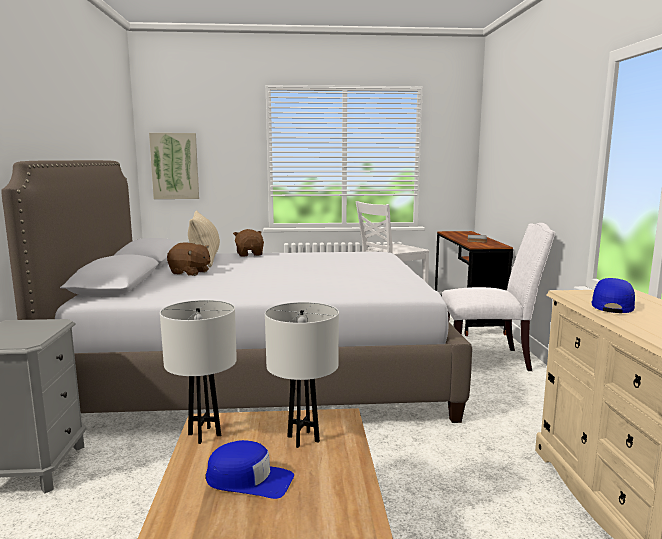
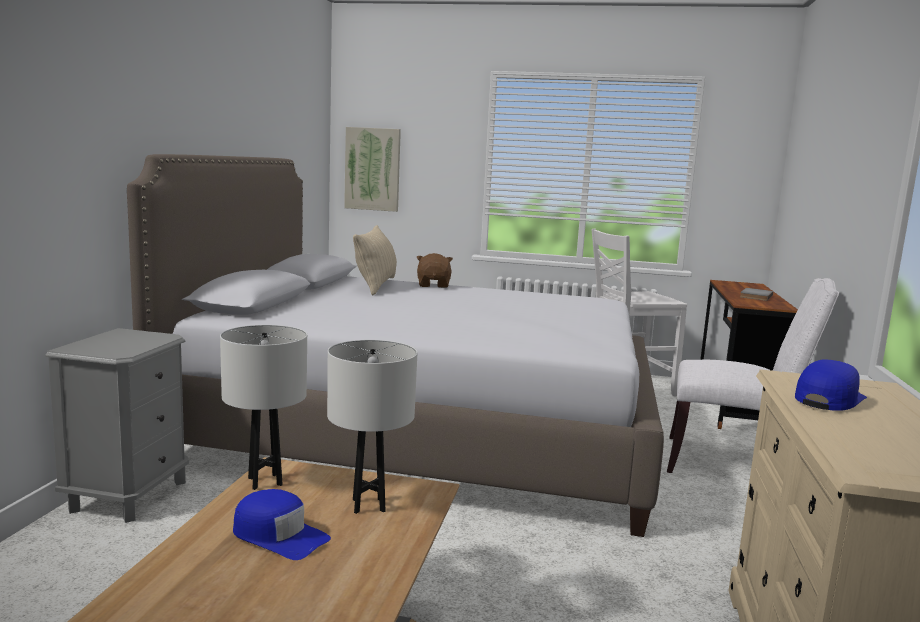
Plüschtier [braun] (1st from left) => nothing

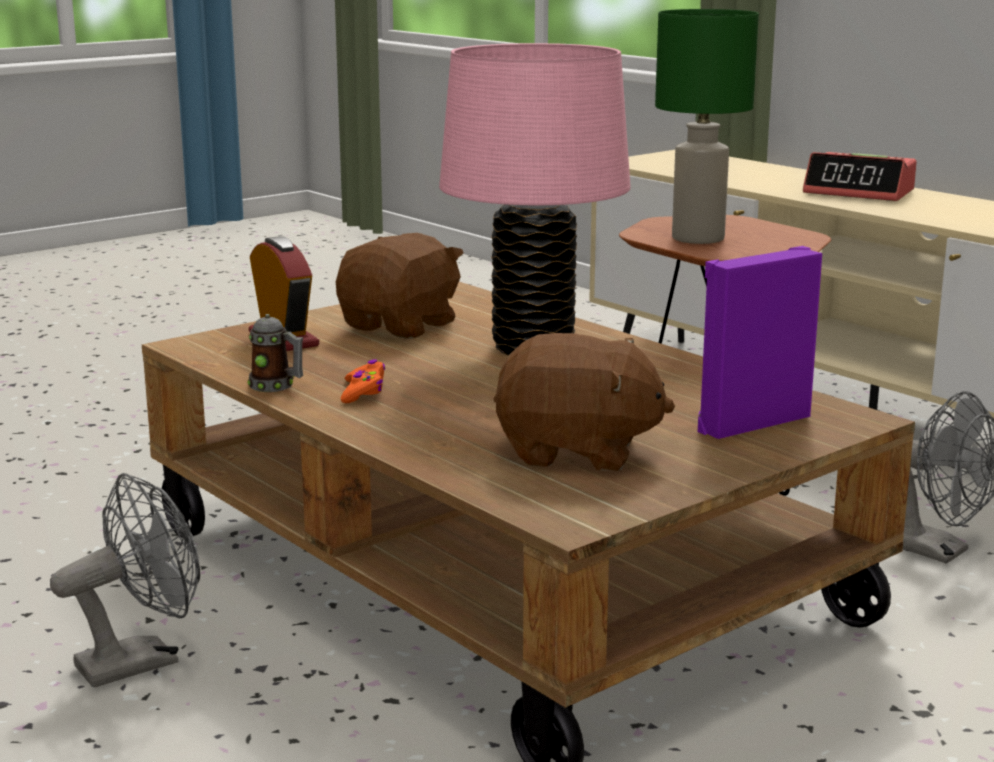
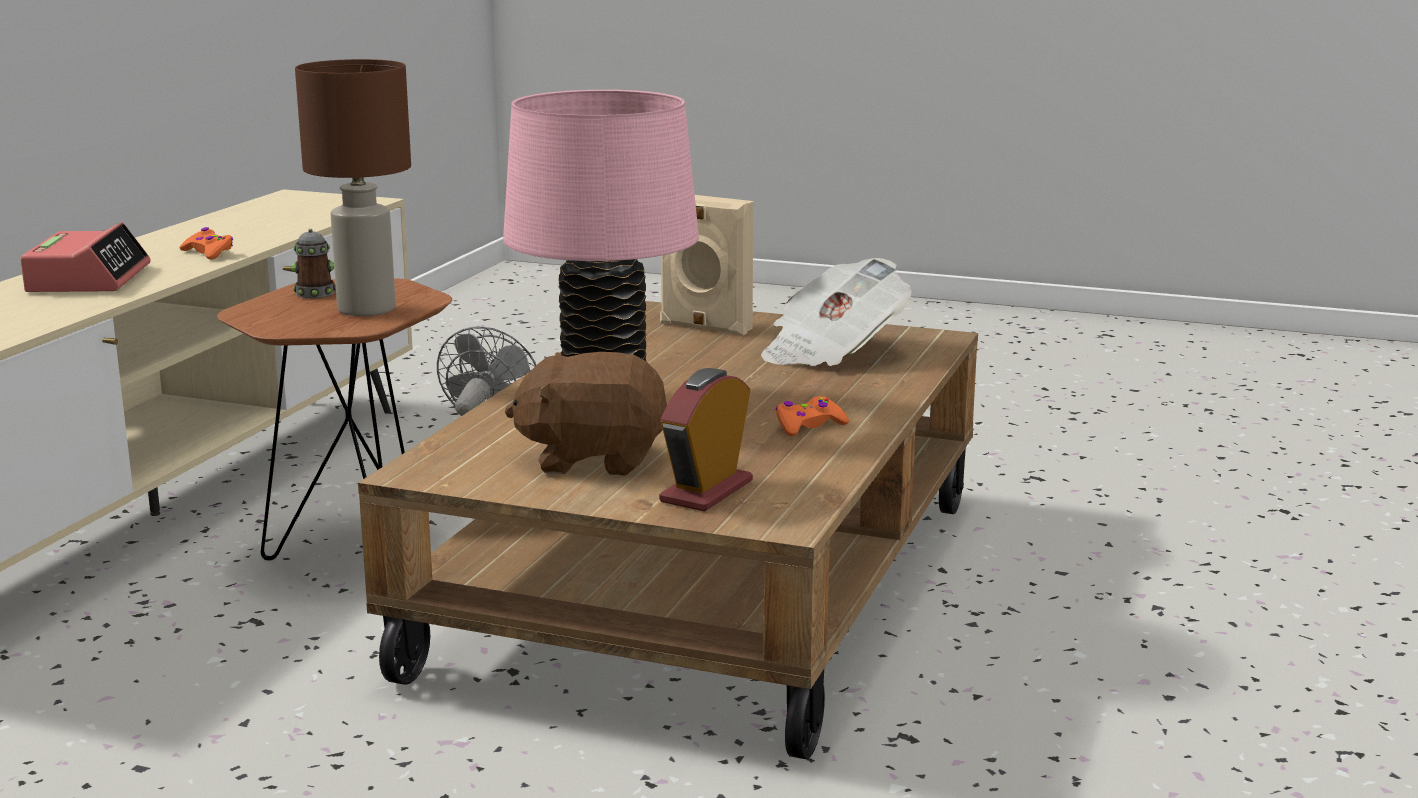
nothing => Gamepad [orange] (1st from left)
Henkelbecher, move
Tischlampe [grün] => Tischlampe [braun]
Lautsprecher [lila] => Lautsprecher [beige]
Plüschtier [braun] (2nd from left) => Zeitung
Ventilator [grau] (1st from left) => nothing

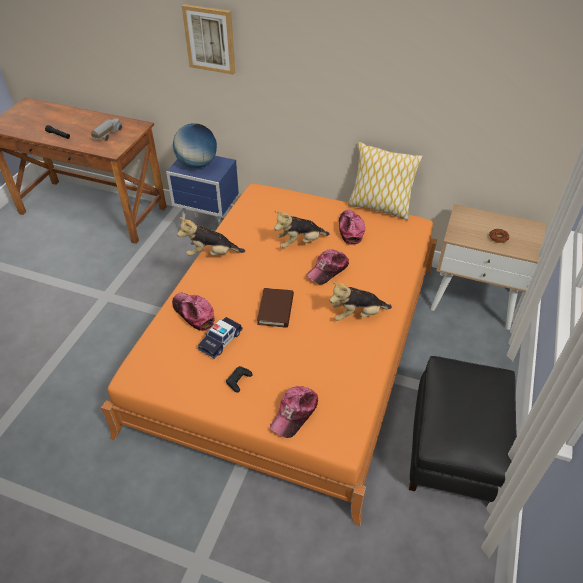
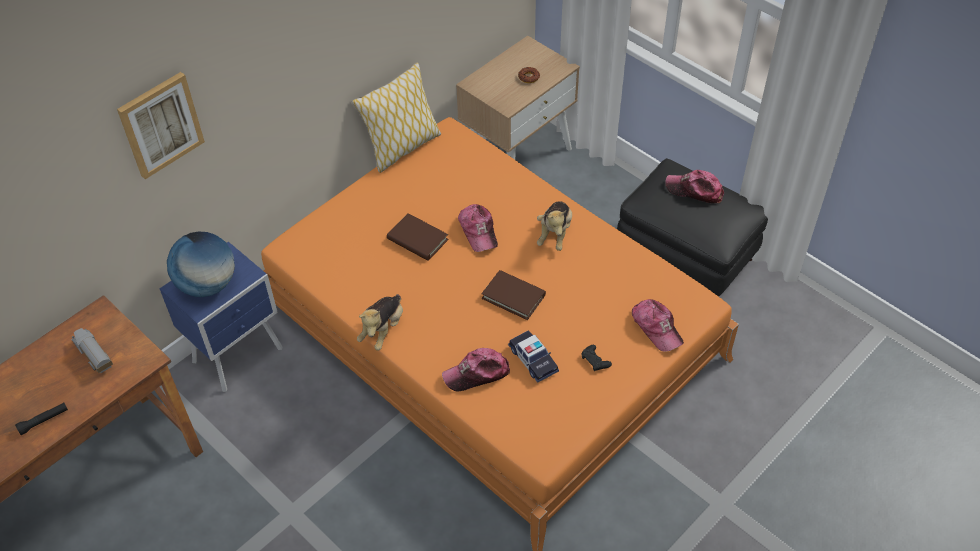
Plüschtier (2nd from left) => Buch [braun] (1st from left)
Kappe (4th from left), move

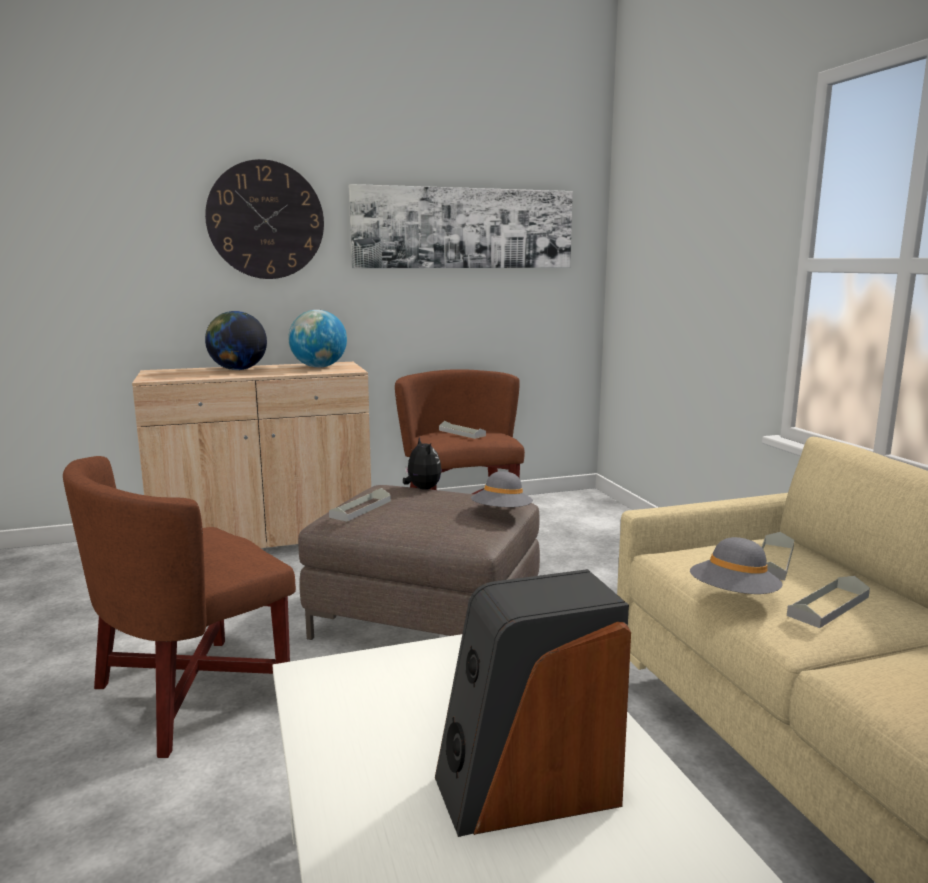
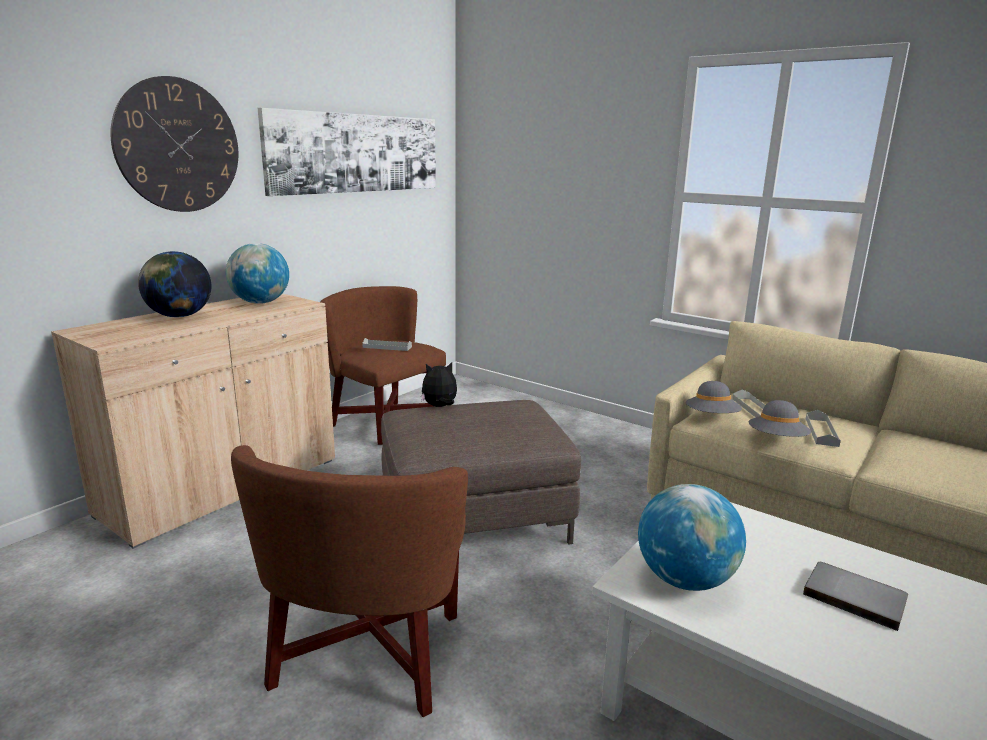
Plüschtier, 45 degrees counterclockwise
nothing => Globus (3rd from left)
Hut [grau] (1st from left), move
Lautsprecher => Buch [grau]
Tablett [grau] (1st from left) => nothing

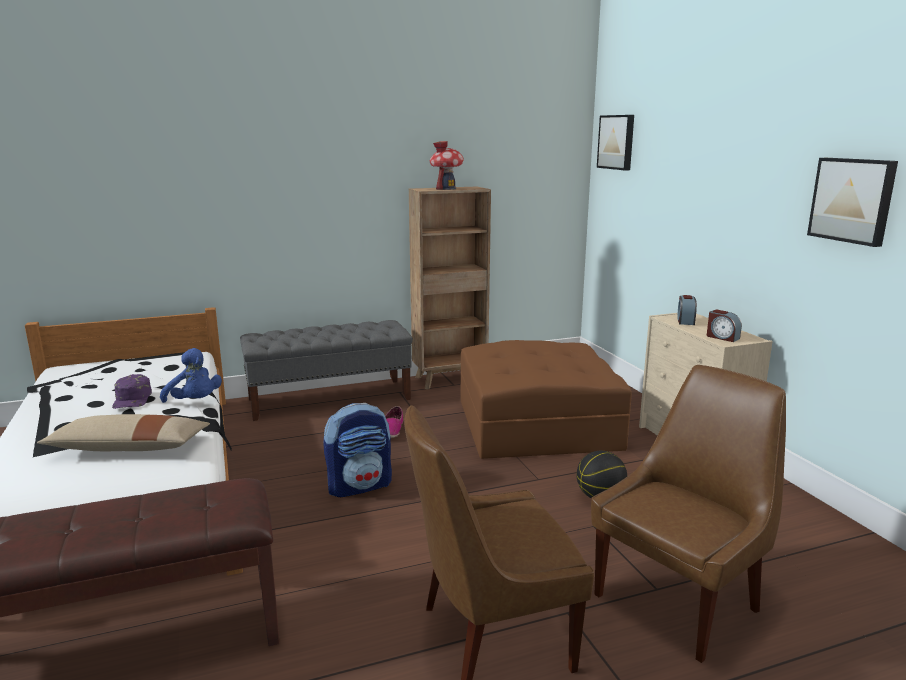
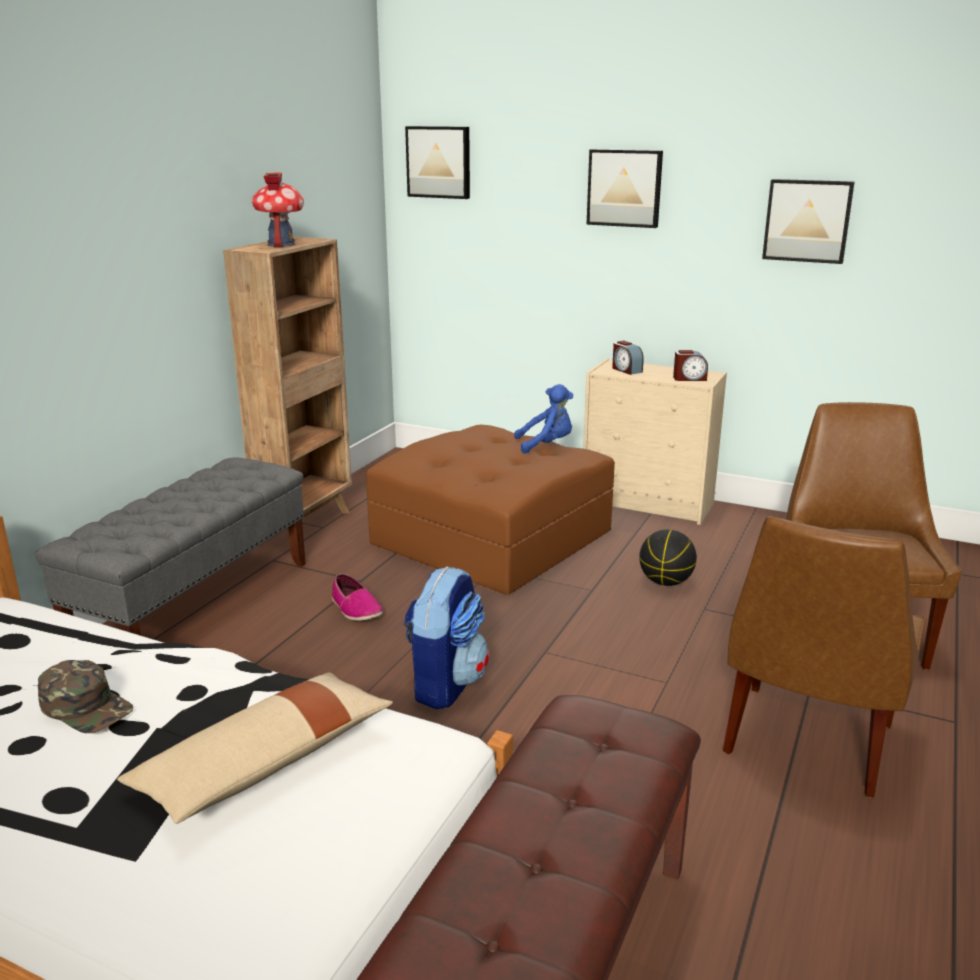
Kappe [lila] => Kappe [grün]
Plüschtier [blau], move
nothing => Bild (2nd from left)

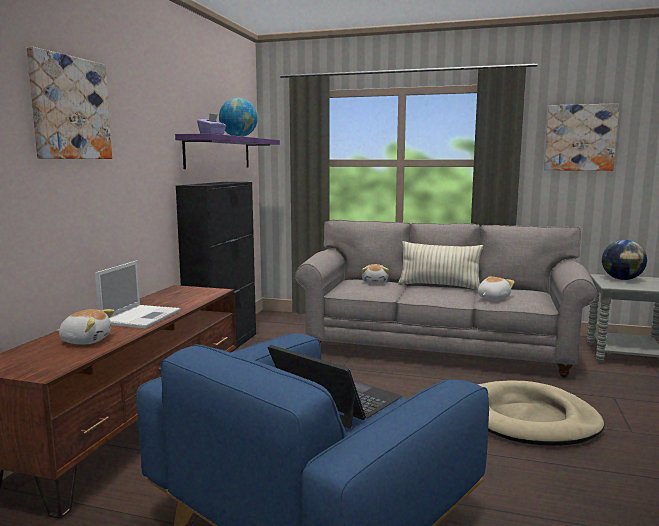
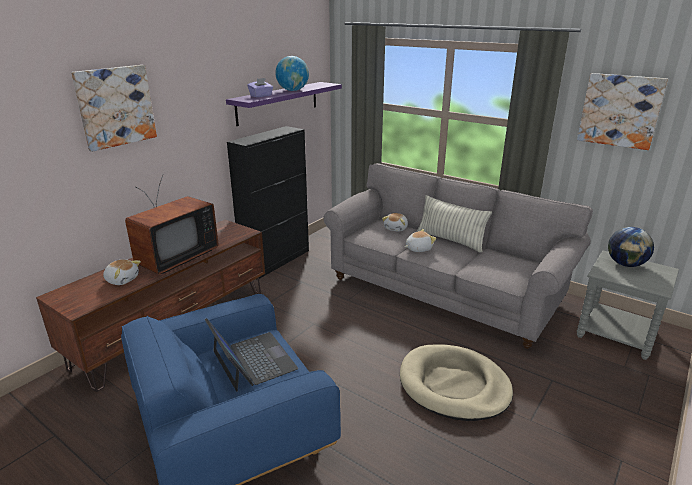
Laptop (1st from left) => Fernseher
Plüschtier (3rd from left), move

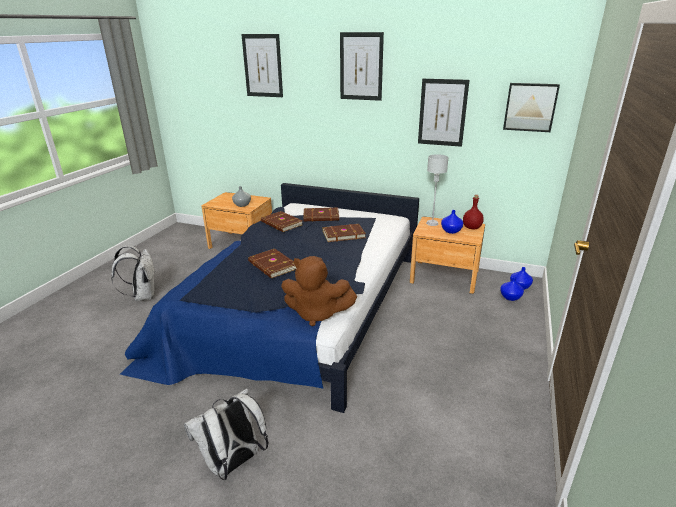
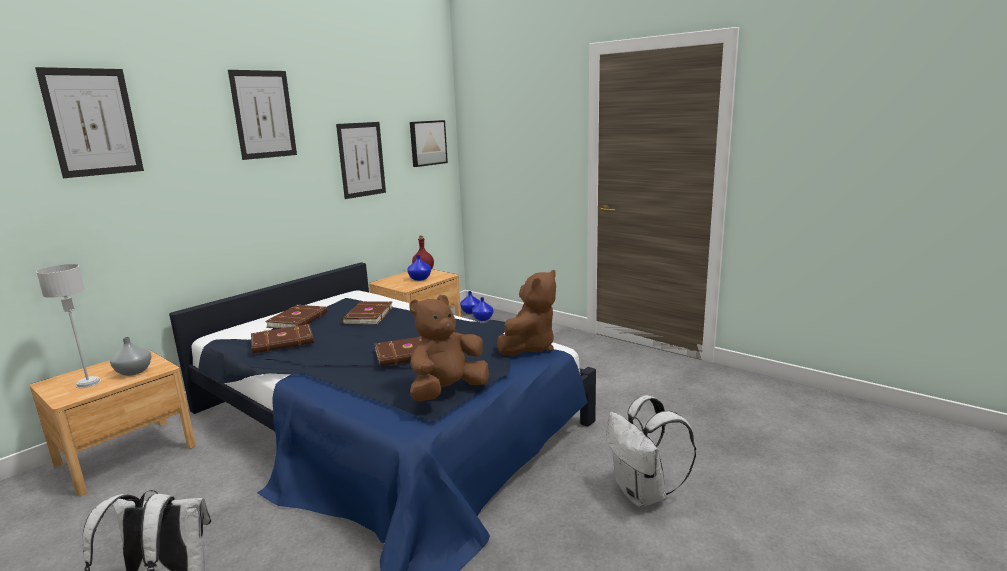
Tischlampe [grau], move
nothing => Plüschtier [braun] (1st from left)

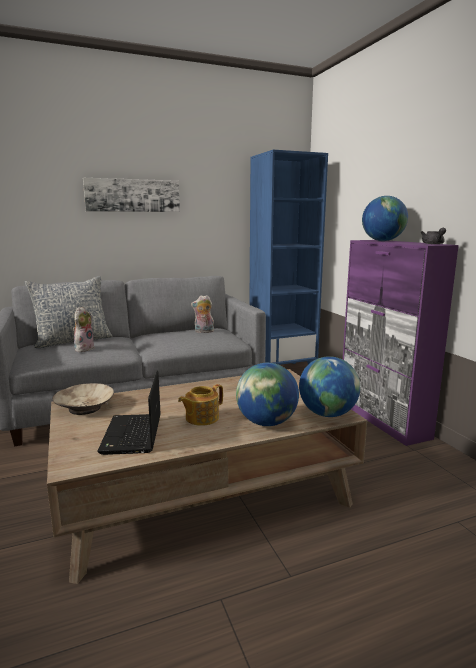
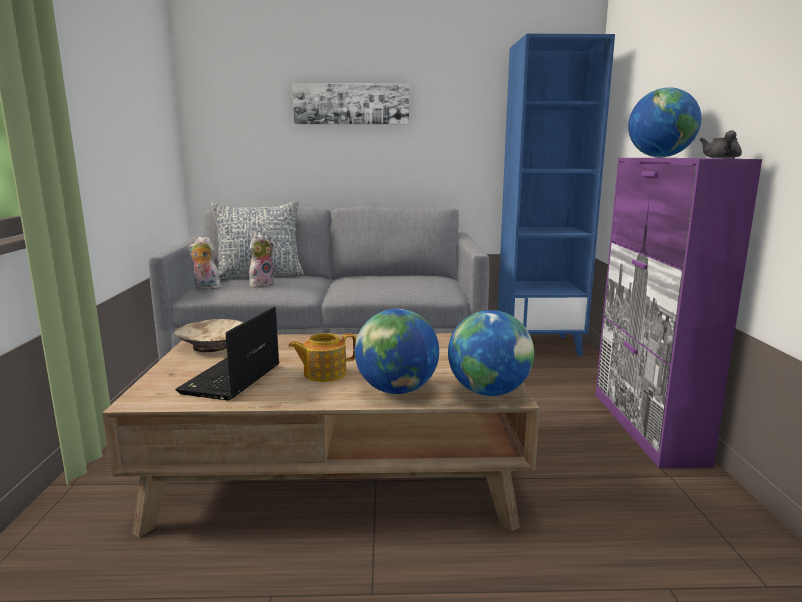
Plüschtier (2nd from left in the first image) => Plüschtier (1st from left), move

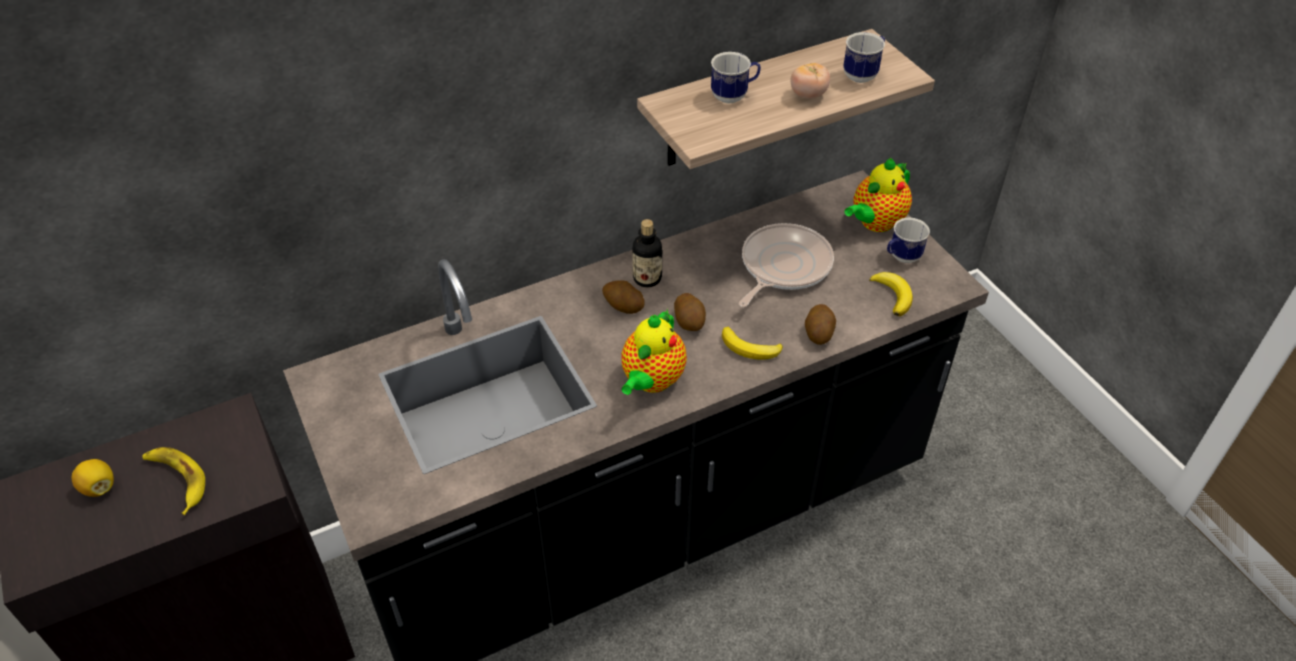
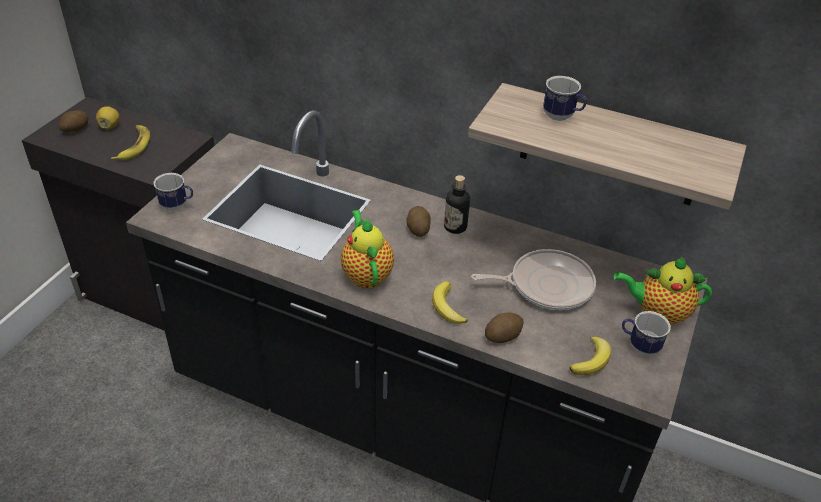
Kartoffel (2nd from left in the first image) => Kartoffel (1st from left), move
Henkelbecher (2nd from left in the first image) => Henkelbecher (1st from left), move
Teekanne (1st from left), 90 degrees clockwise
Tomate => nothing

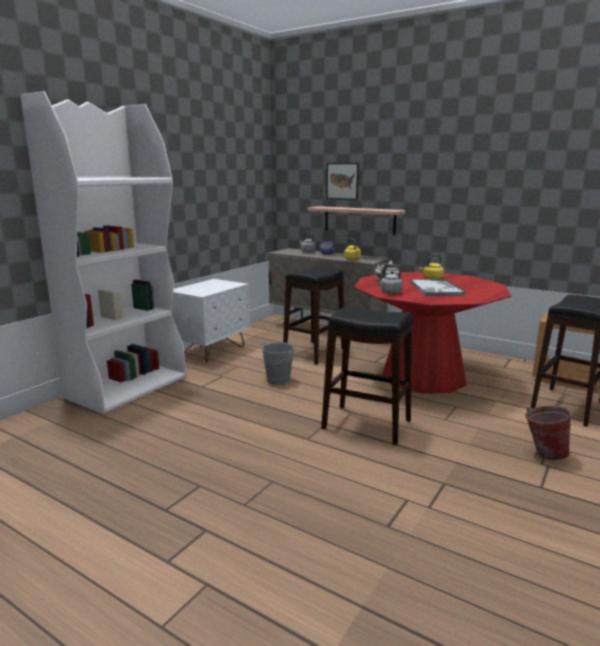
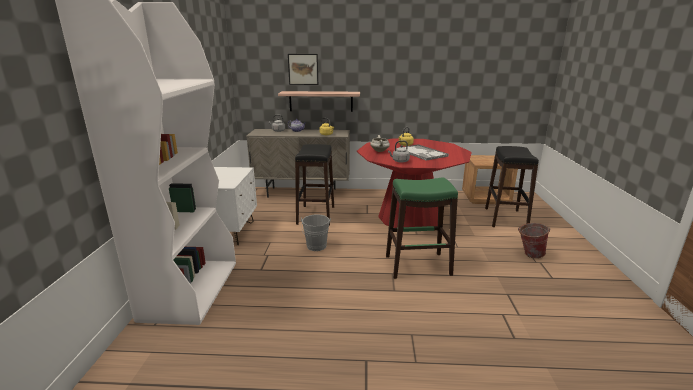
Hocker [schwarz] (2nd from left) => Hocker [grün]

